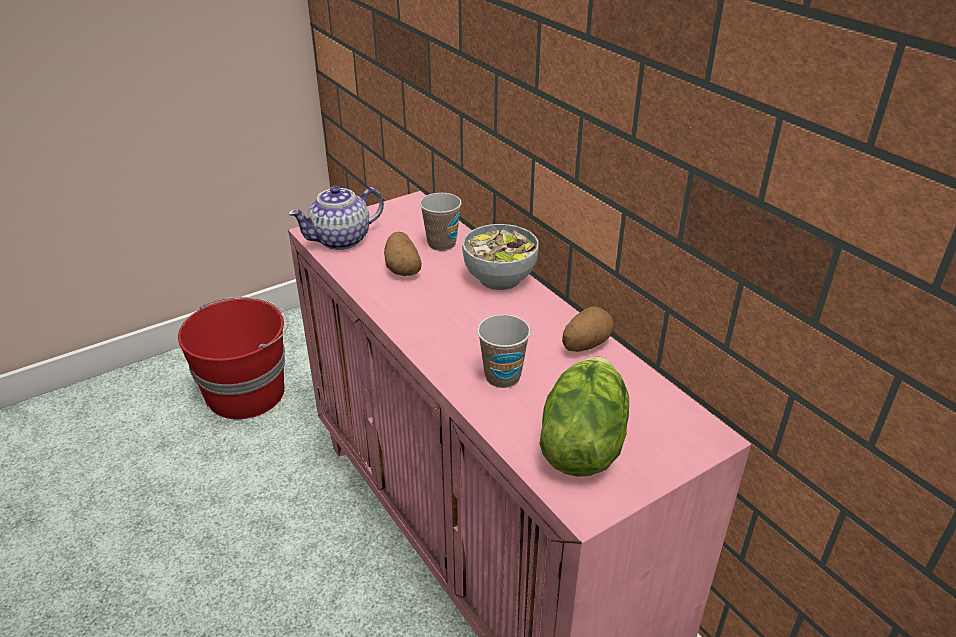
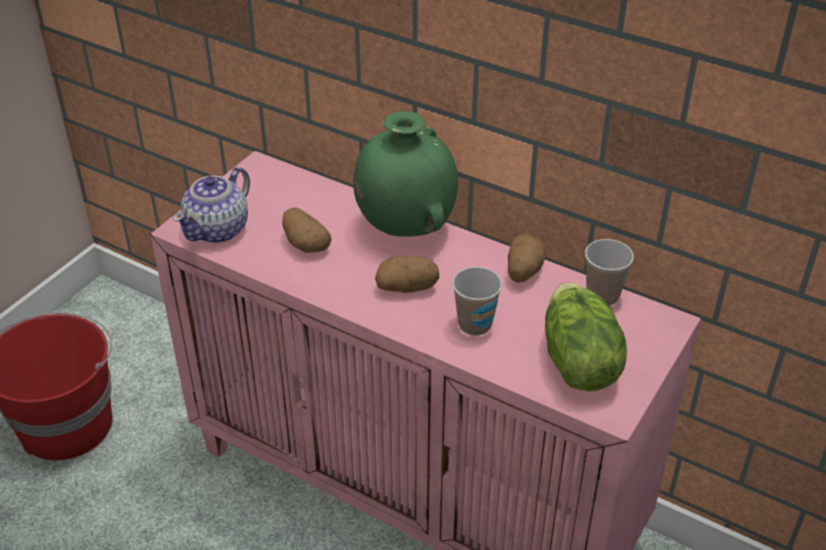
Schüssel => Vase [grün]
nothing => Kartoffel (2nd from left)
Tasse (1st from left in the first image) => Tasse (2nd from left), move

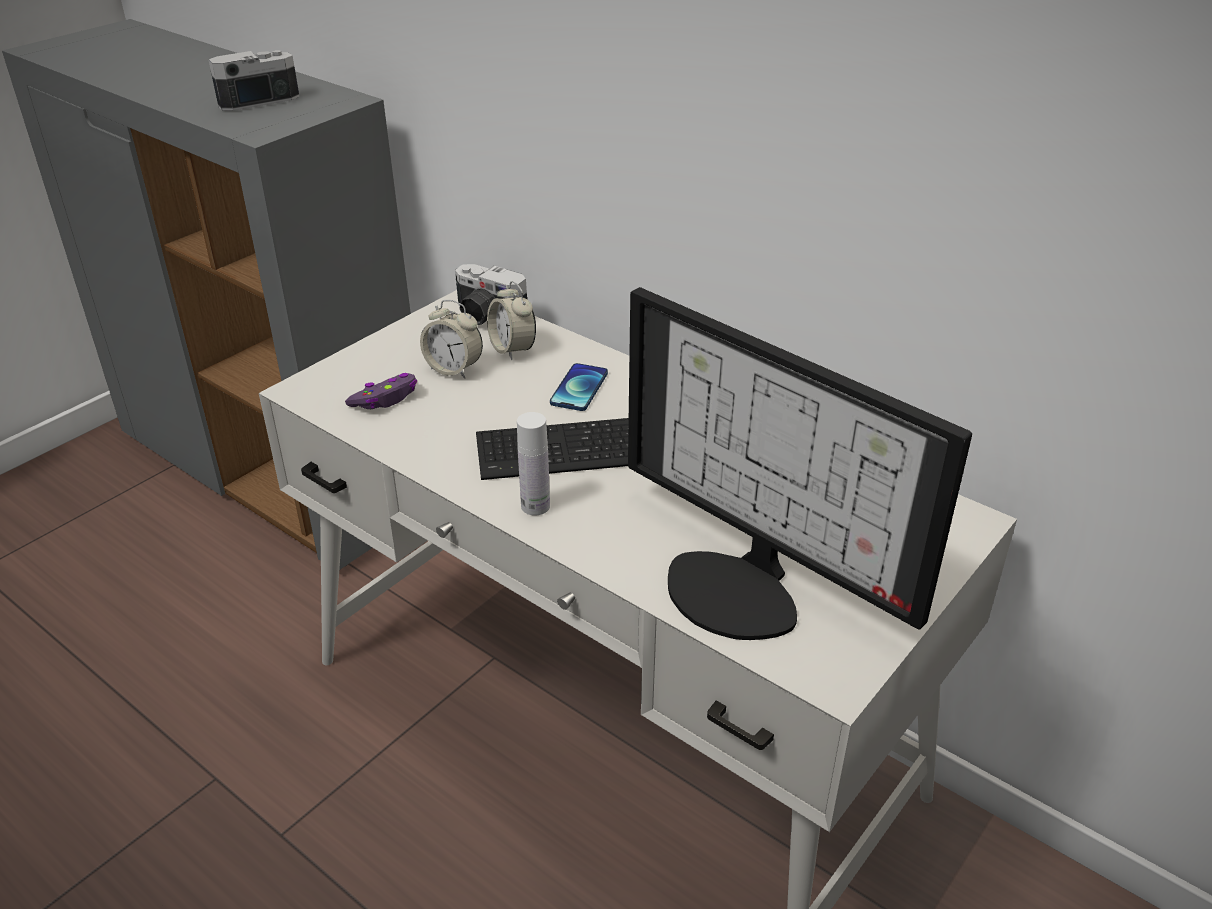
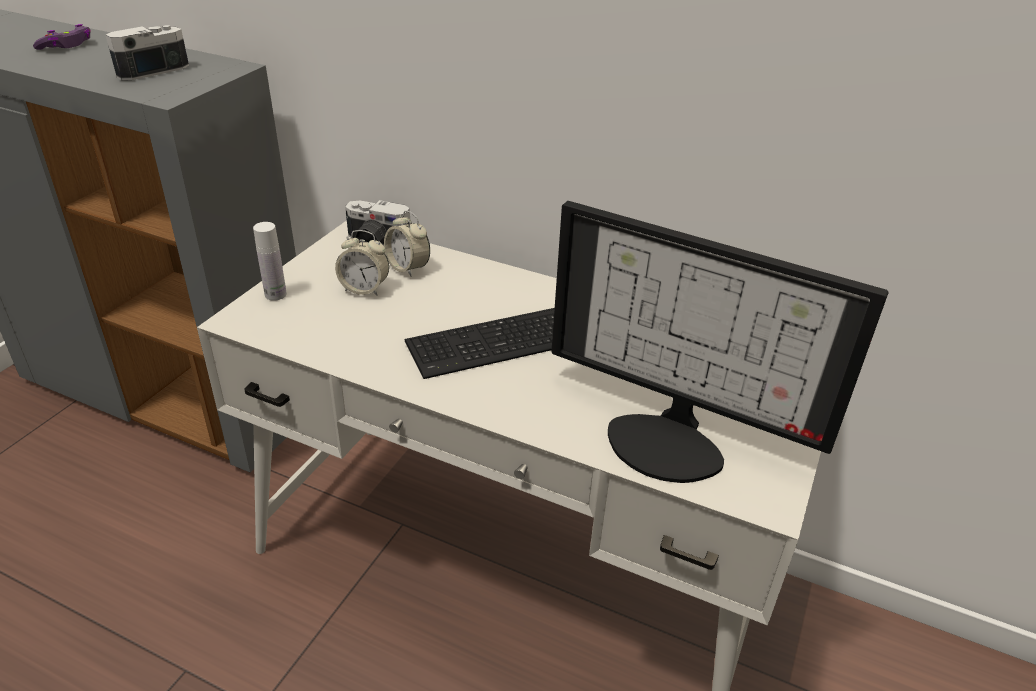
Gamepad [lila], move
Flasche [weiß], move
Handy => nothing

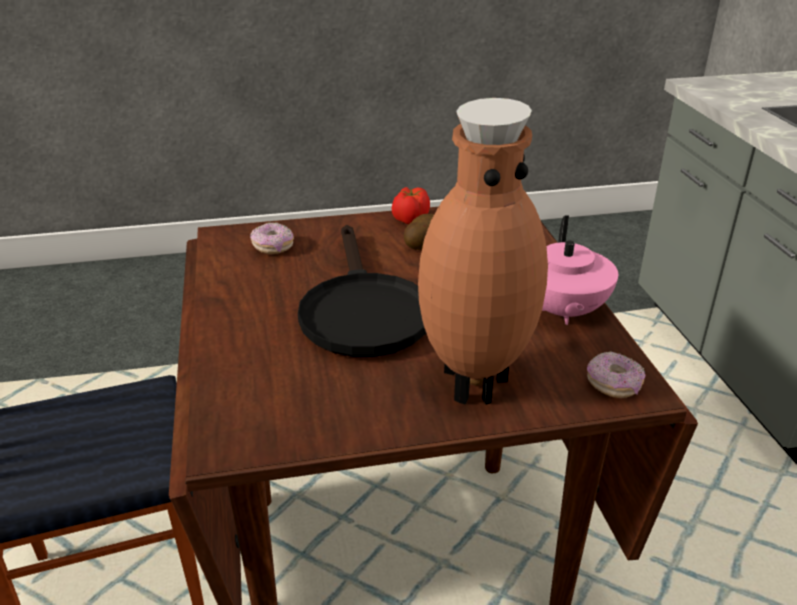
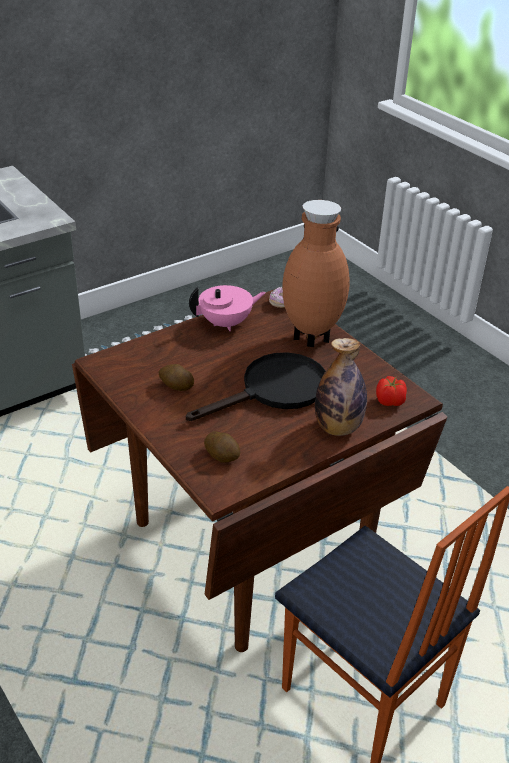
Donut (1st from left) => Kartoffel (2nd from left)
nothing => Flasche
Tomate, move

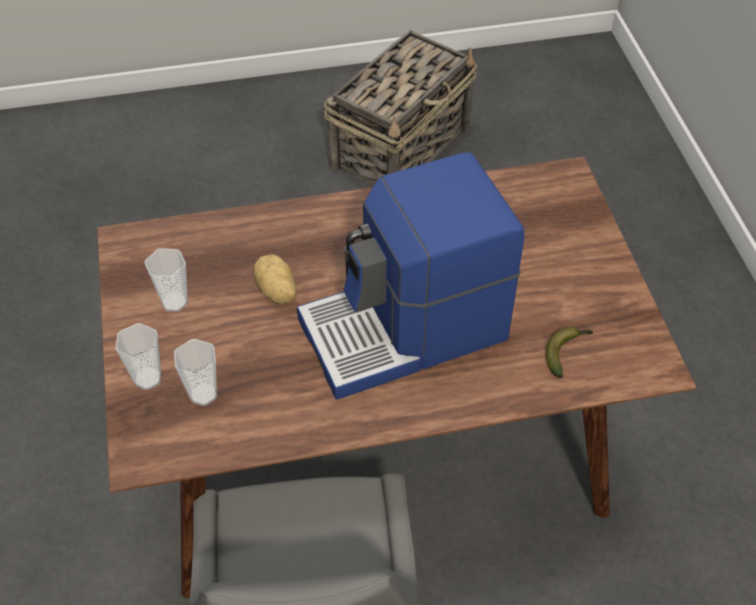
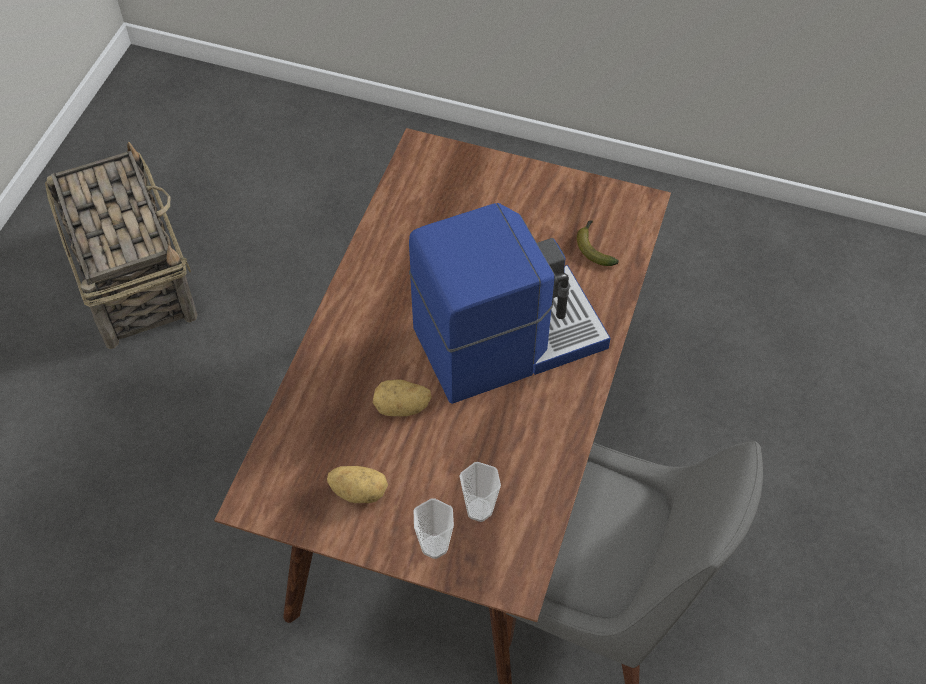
Tasse (2nd from left) => Kartoffel (1st from left)
Kaffeemaschine, 120 degrees counterclockwise

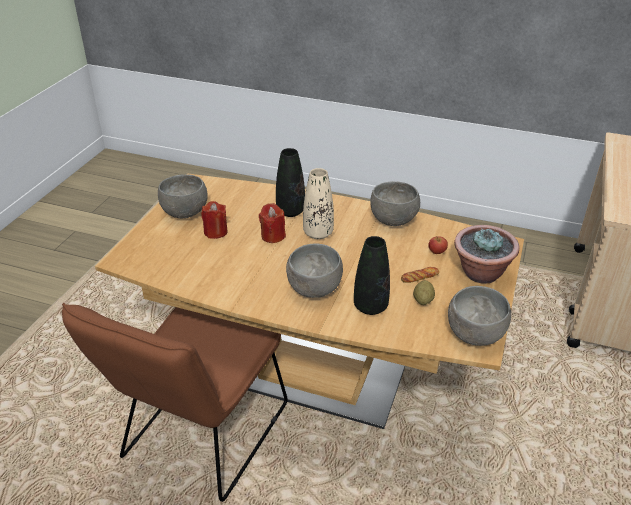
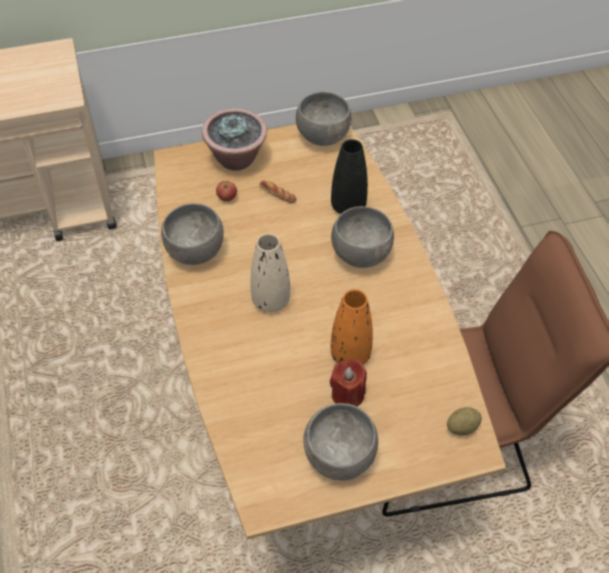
nothing => Vase [orange]
Kartoffel, move
Kerze [rot] (2nd from left) => nothing
Vase [schwarz] (1st from left) => nothing

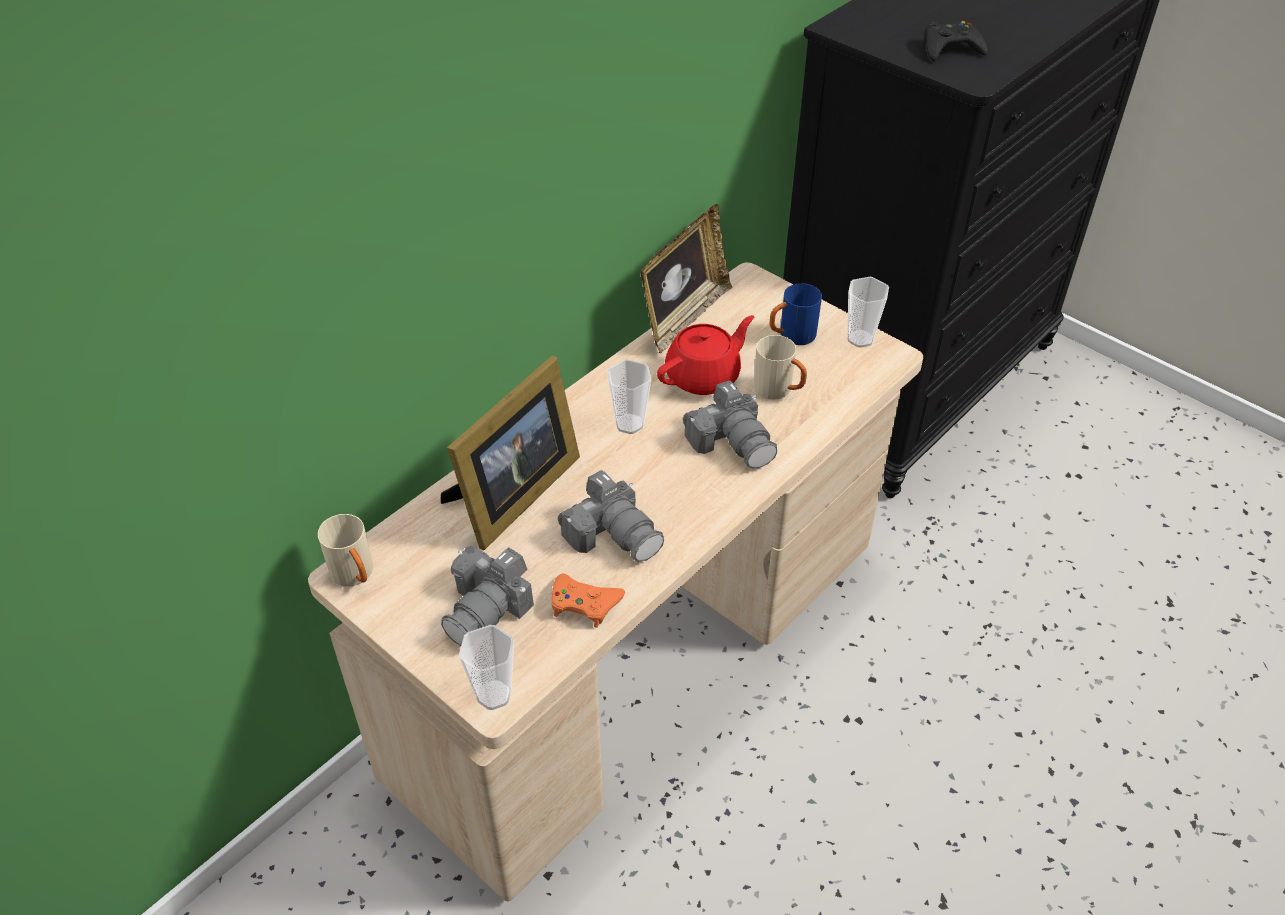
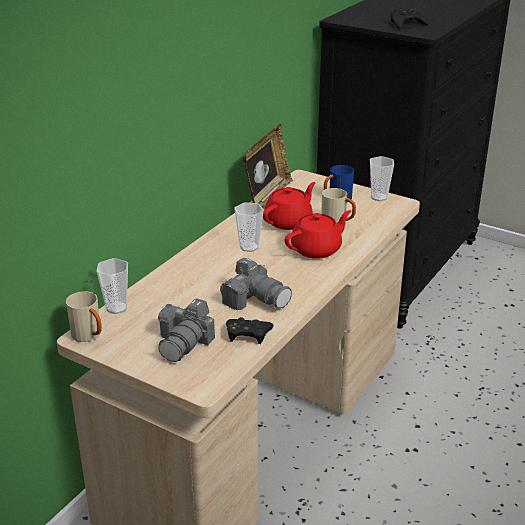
Tasse (1st from left), move
Gamepad [orange] => Gamepad [schwarz] (1st from left)
Kamera (3rd from left) => Teekanne [rot] (2nd from left)
Bilderrahmen (1st from left) => nothing

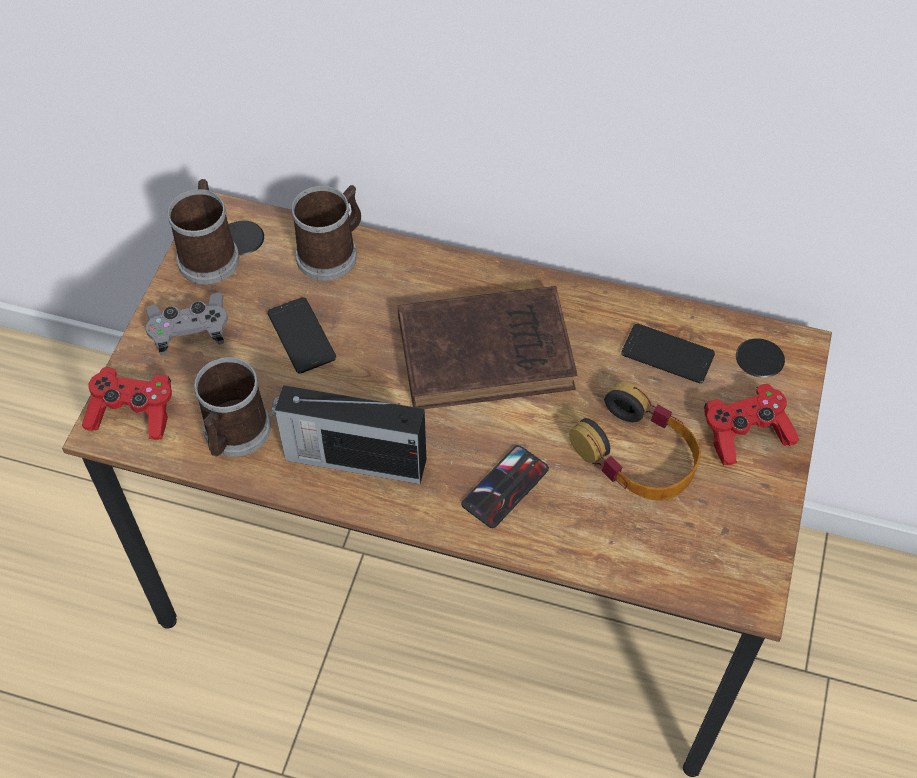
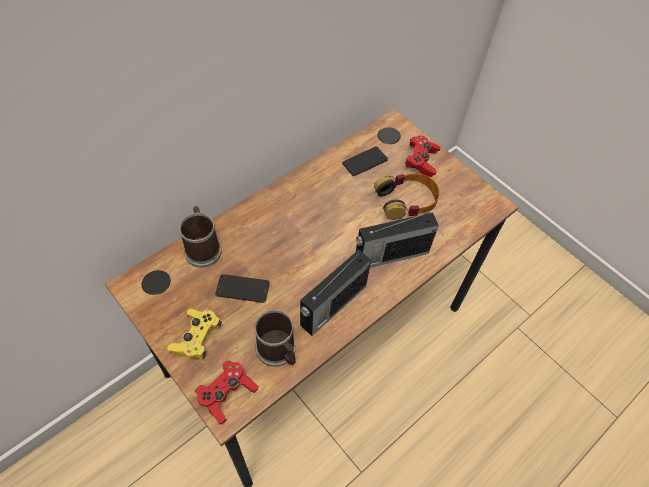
Gamepad [grau] => Gamepad [gelb]
Handy (2nd from left) => Radio (2nd from left)
Henkelbecher (1st from left) => nothing
Buch [braun] => nothing

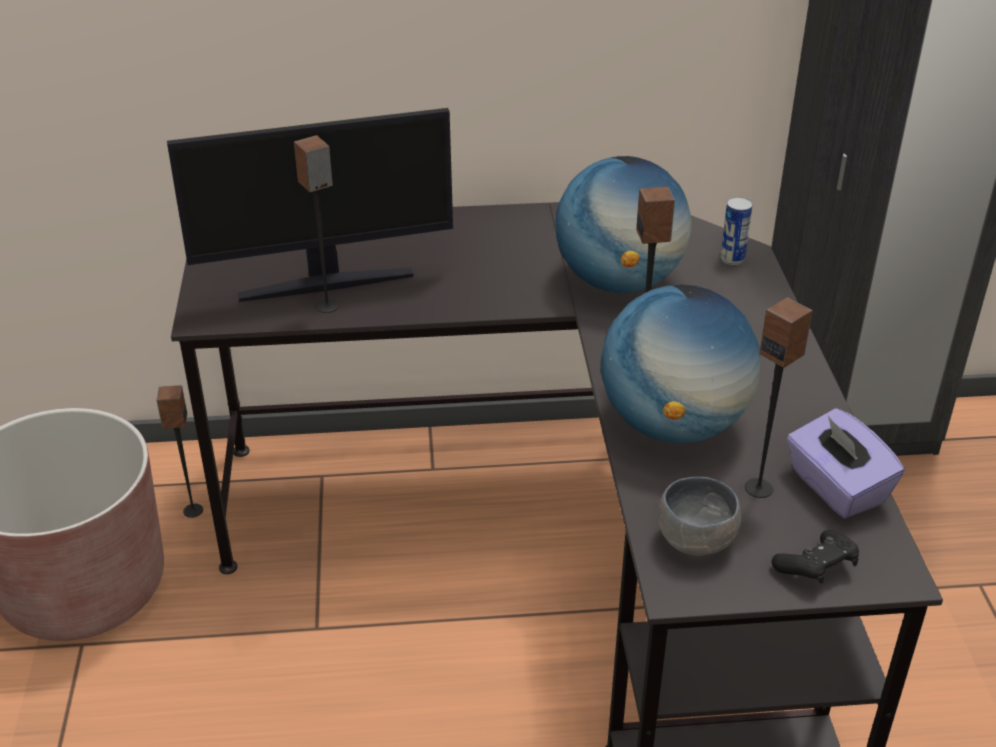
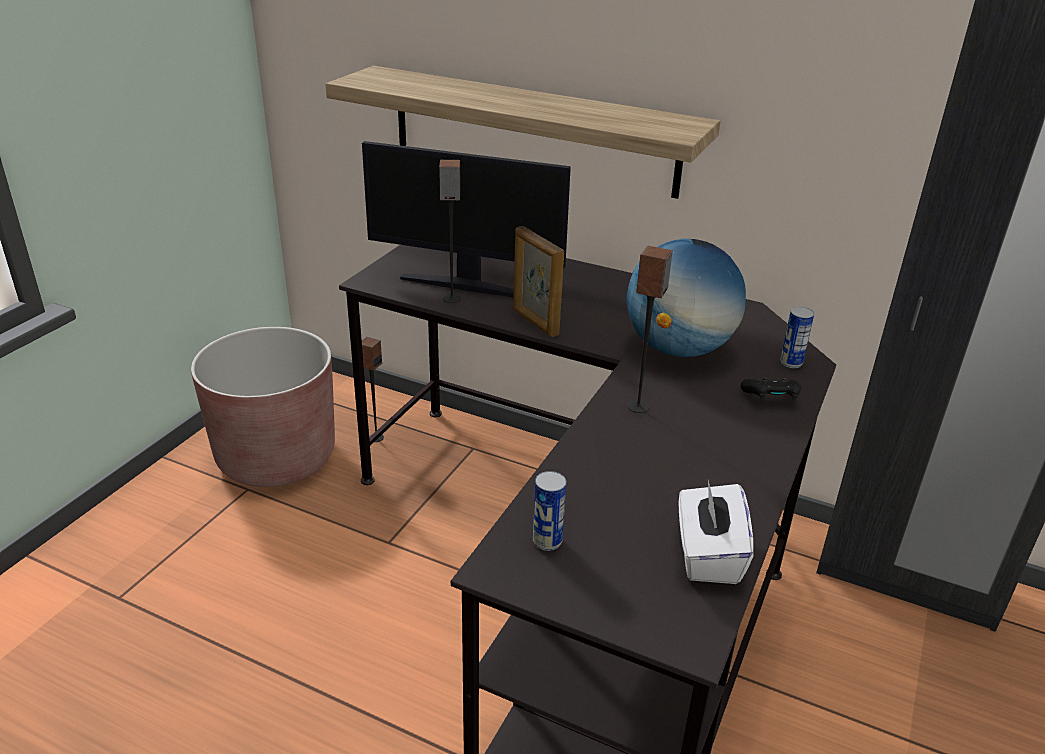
nothing => Wandregal
nothing => Bilderrahmen
Schüssel [grau] => Dose (1st from left)
Taschentuchbox [lila] => Taschentuchbox [weiß]
Gamepad [schwarz], move
Globus (2nd from left) => nothing
Lautsprecher (4th from left) => nothing

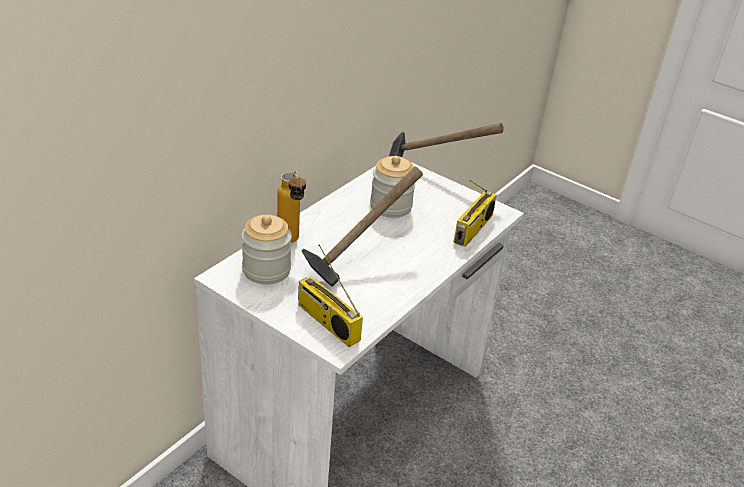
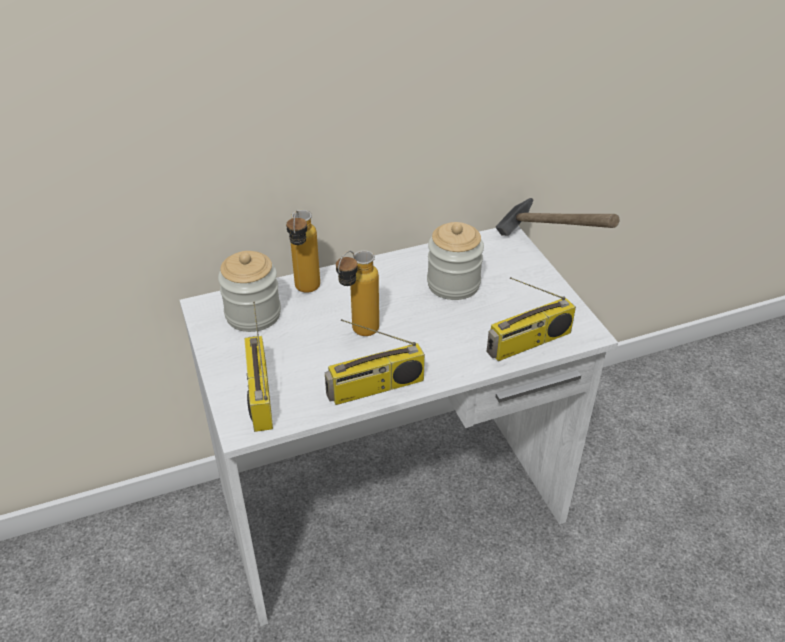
nothing => Radio (2nd from left)
Hammer (1st from left) => Flasche (2nd from left)

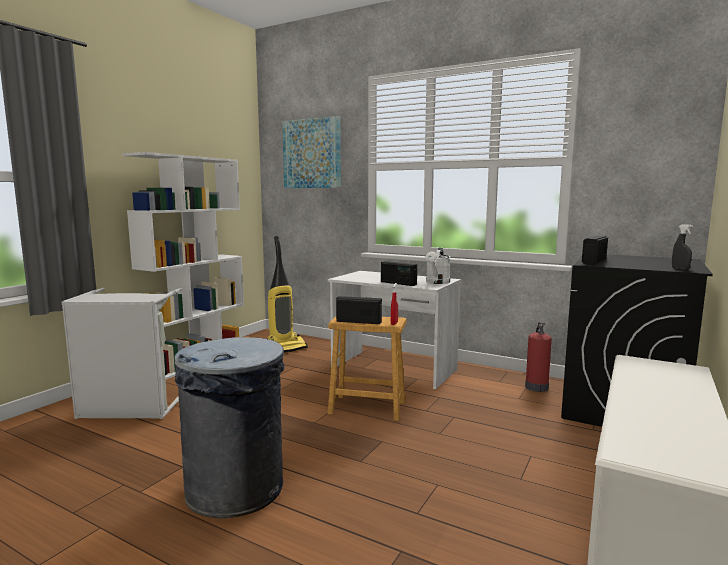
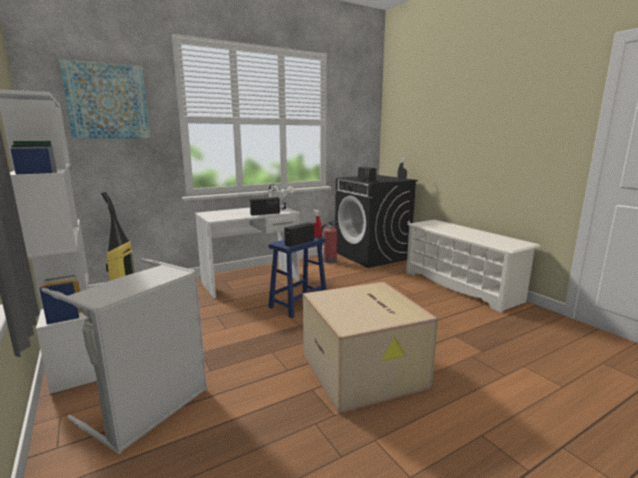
Hocker [braun] => Hocker [blau]
Mülleimer [grau] => Karton

